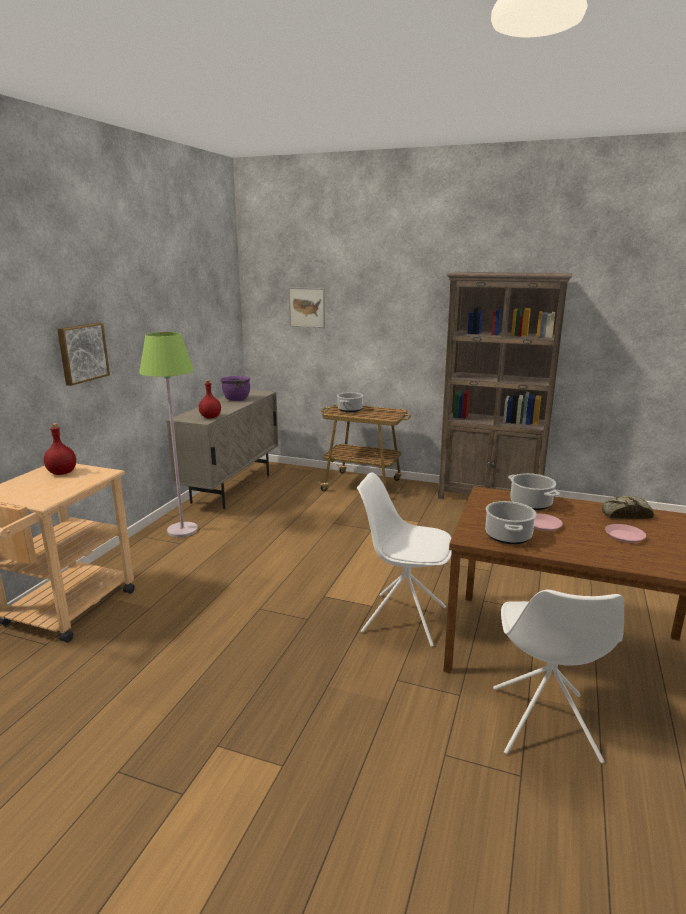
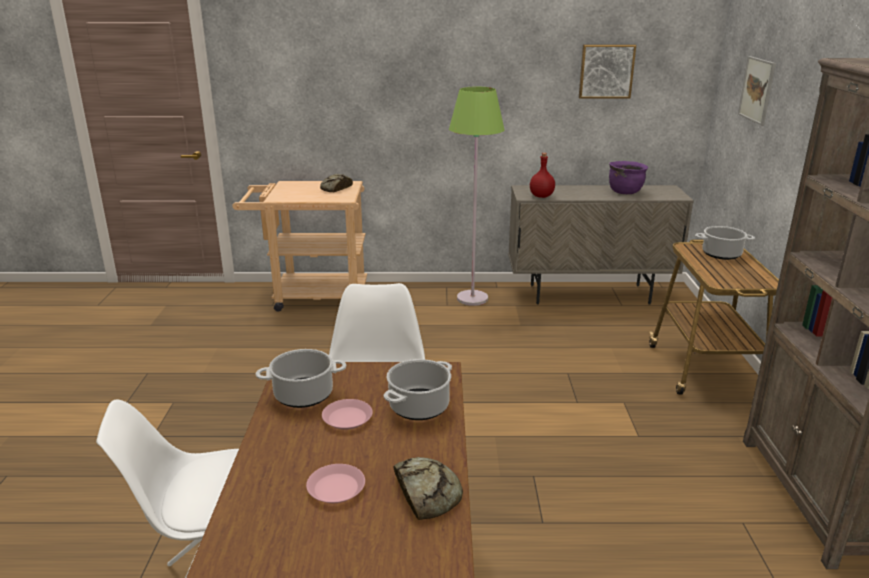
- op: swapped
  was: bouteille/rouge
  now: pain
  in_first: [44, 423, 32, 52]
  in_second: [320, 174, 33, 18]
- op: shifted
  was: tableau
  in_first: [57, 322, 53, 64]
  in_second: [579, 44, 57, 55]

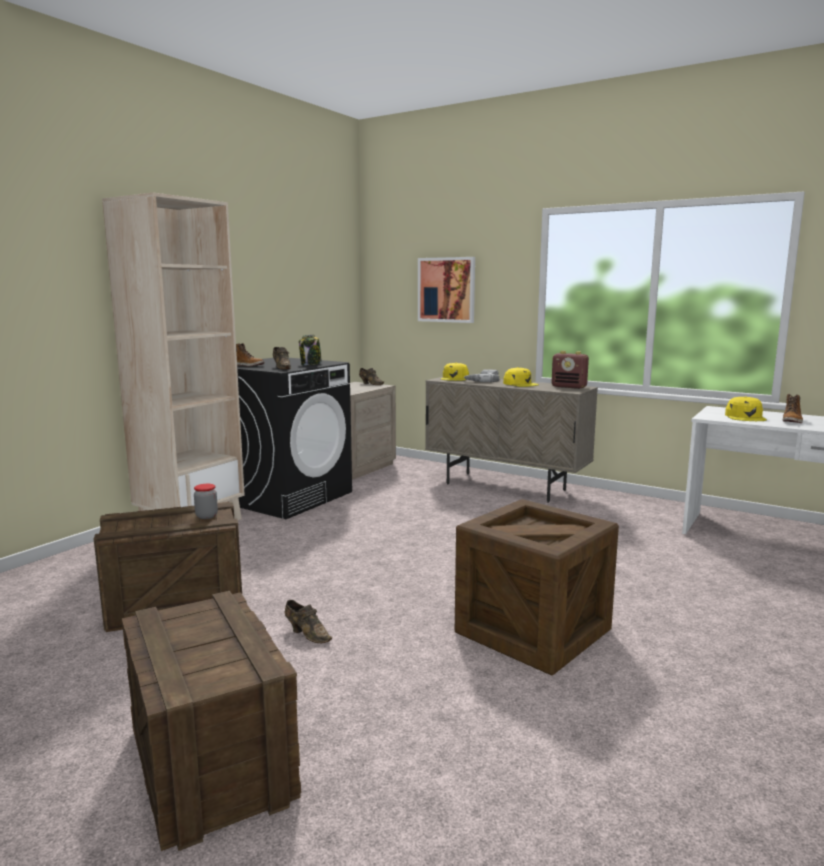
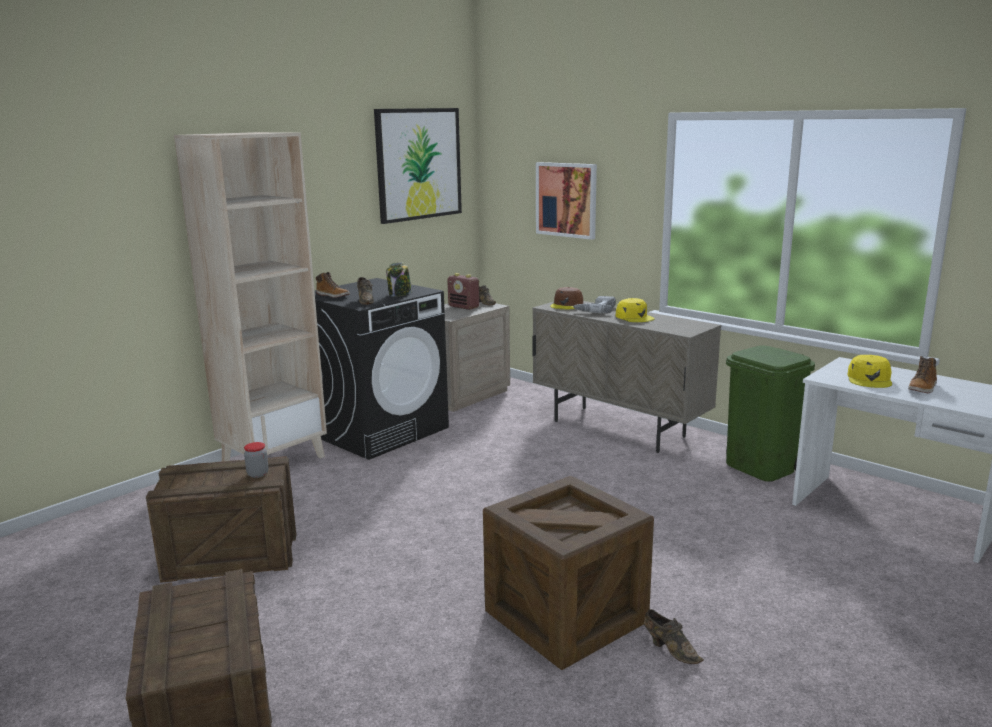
- op: new
  now: tableau
  in_second: [374, 108, 88, 116]
- op: shifted
  was: radio
  in_first: [551, 351, 38, 38]
  in_second: [447, 273, 32, 37]
- op: repainted
  was: casquette/jaune
  now: casquette/marron
  in_first: [441, 363, 28, 18]
  in_second: [550, 287, 33, 22]
- op: shifted
  was: chaussure/marron
  in_first: [284, 600, 48, 43]
  in_second: [644, 609, 60, 55]
- op: new
  now: poubelle/vert
  in_second: [726, 346, 89, 136]

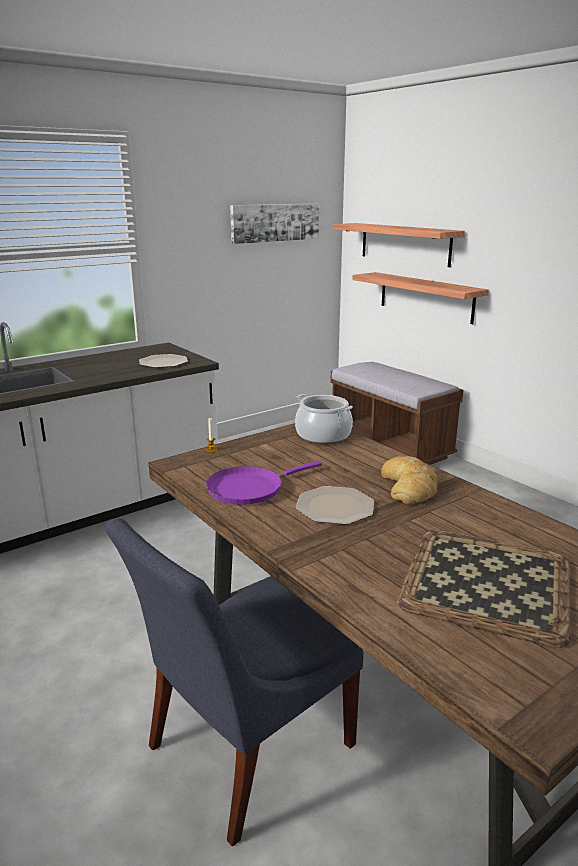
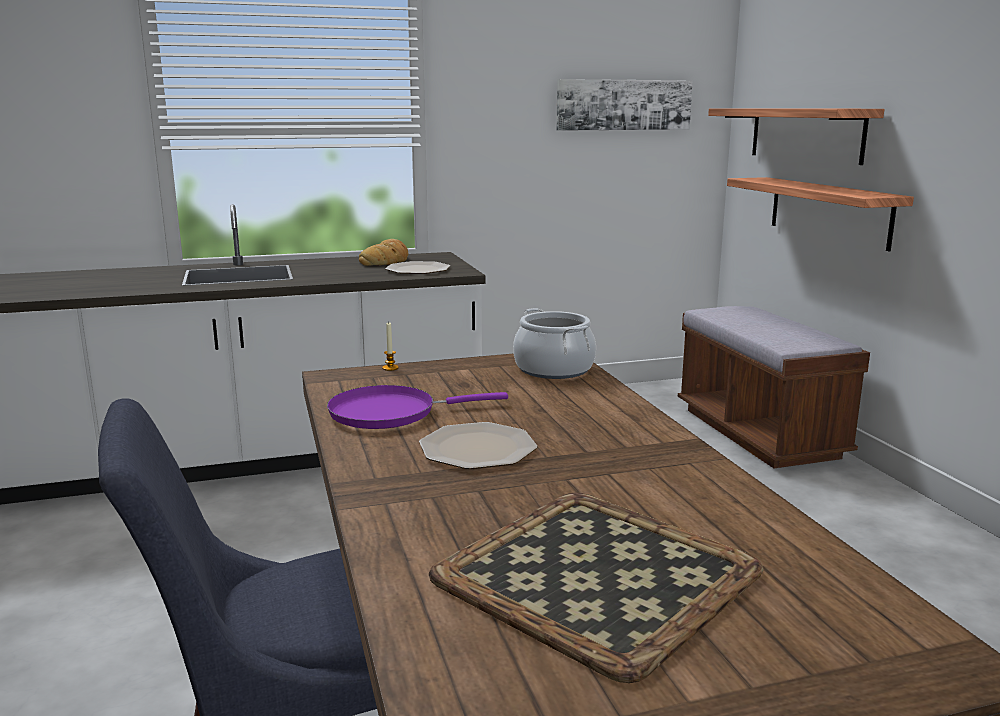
- op: shifted
  was: pain
  in_first: [381, 456, 57, 49]
  in_second: [359, 239, 49, 27]

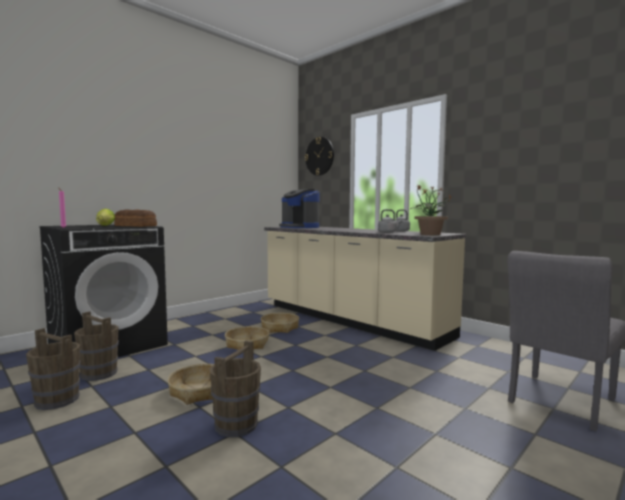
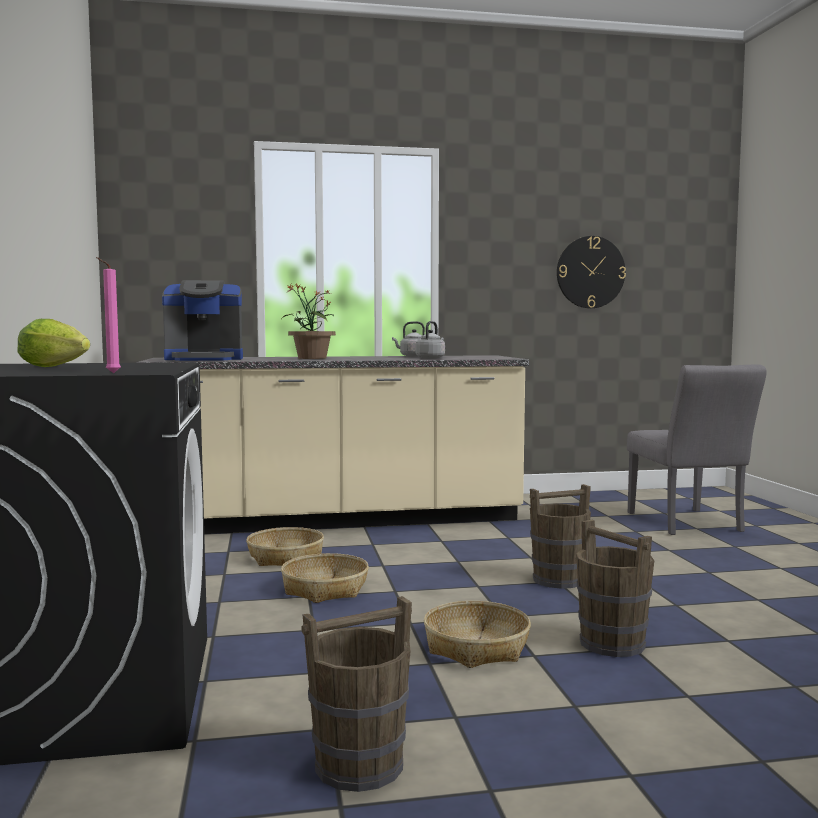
- op: shifted
  was: plante en pot
  in_first: [410, 185, 42, 50]
  in_second: [282, 283, 54, 76]
- op: shifted
  was: seau/marron
  in_first: [74, 311, 45, 70]
  in_second: [530, 484, 61, 105]
- op: shifted
  was: horloge murale
  in_first: [305, 137, 29, 39]
  in_second: [557, 236, 69, 72]
- op: gone
  was: pain
  in_first: [114, 209, 43, 18]

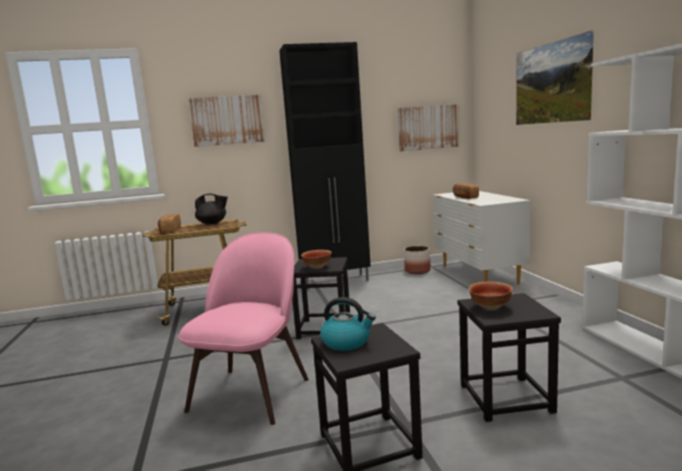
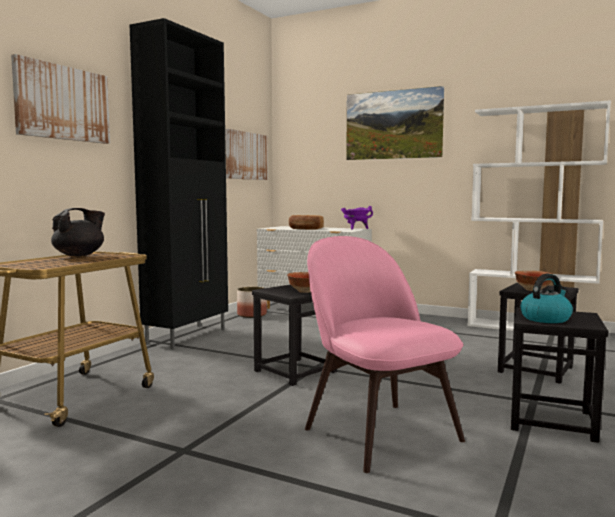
- op: new
  now: marmite/violet
  in_second: [341, 206, 32, 24]
- op: gone
  was: pain
  in_first: [158, 213, 23, 20]

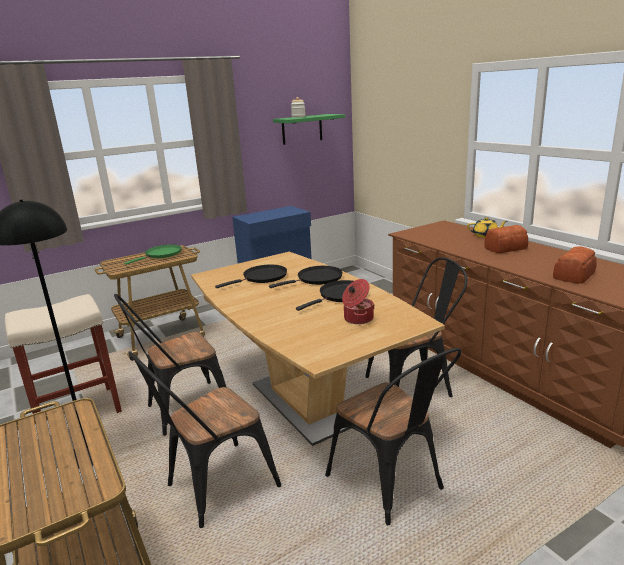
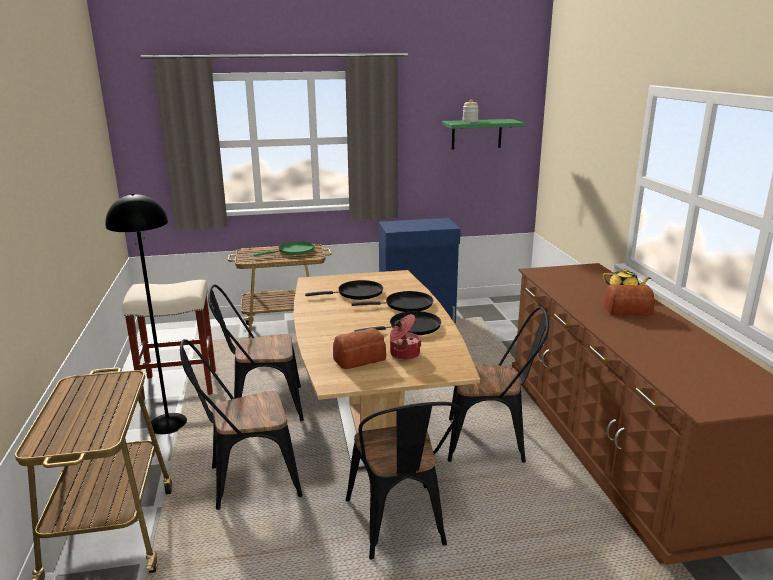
- op: shifted
  was: pain
  in_first: [553, 247, 44, 37]
  in_second: [333, 328, 53, 41]

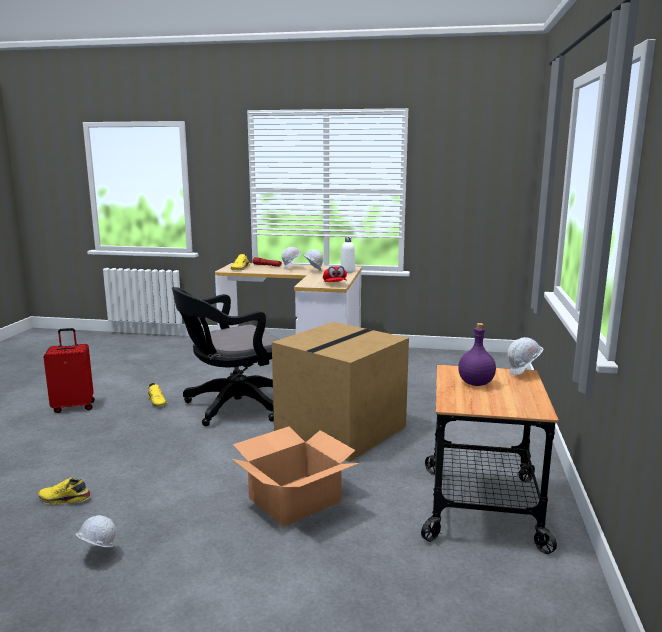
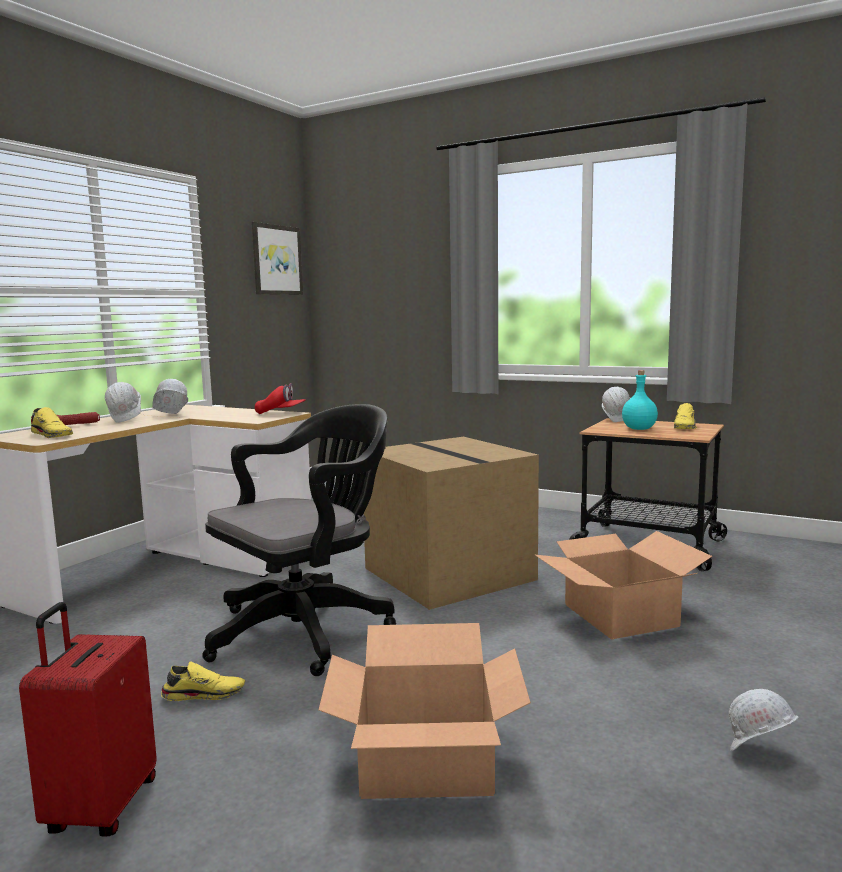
- op: rotated
  was: chaise de bureau/noir
  in_first: [172, 287, 108, 139]
  in_second: [202, 404, 194, 272]
  clockwise: -120
- op: new
  now: tableau
  in_second: [252, 222, 51, 73]
- op: new
  now: carton
  in_second: [319, 623, 212, 176]
- op: repainted
  was: bouteille/violet
  now: bouteille/turquoise
  in_first: [458, 323, 38, 63]
  in_second: [622, 370, 36, 60]
- op: shifted
  was: chaussure/jaune
  in_first: [38, 478, 53, 27]
  in_second: [674, 403, 23, 26]
- op: gone
  was: bouteille/blanc
  in_first: [341, 237, 14, 36]

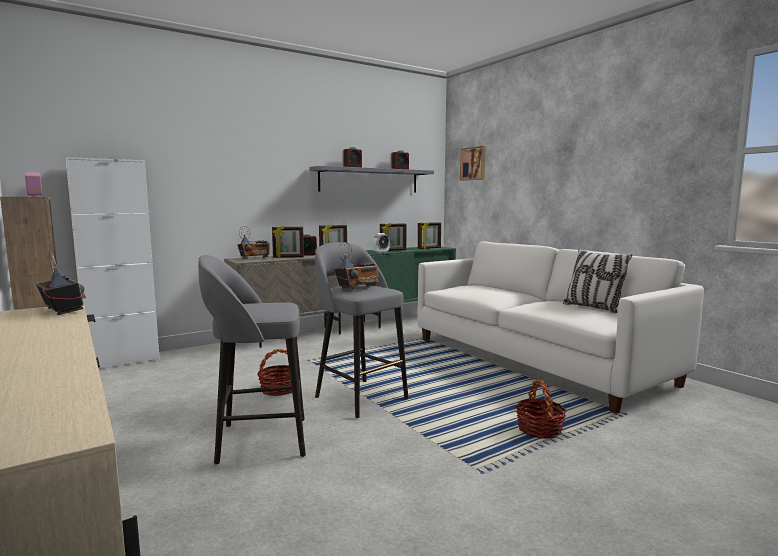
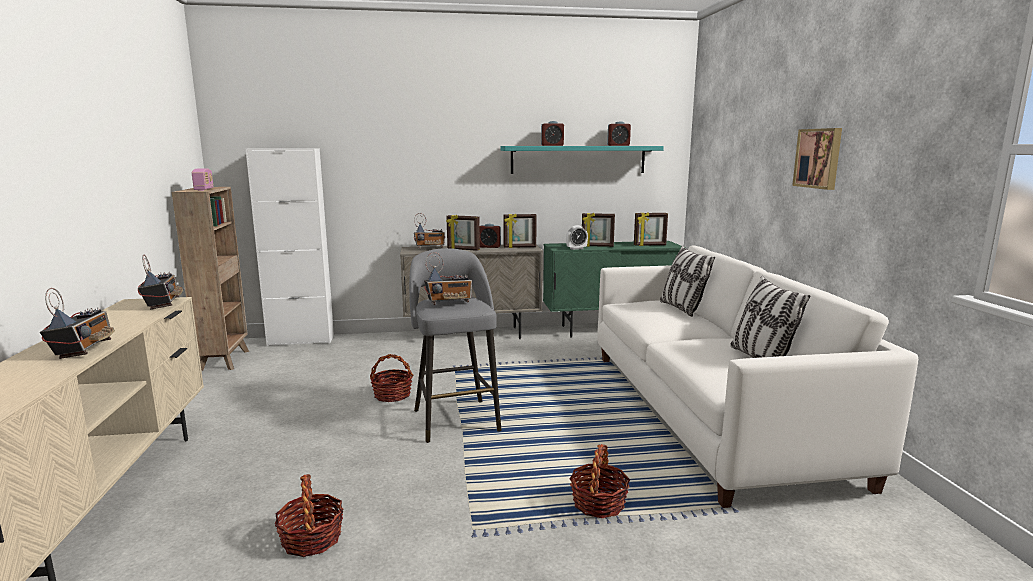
- op: new
  now: radio
  in_second: [40, 288, 75, 71]
- op: new
  now: panier
  in_second: [275, 474, 68, 83]
- op: repainted
  was: étagère/gris
  now: étagère/turquoise
  in_first: [310, 166, 124, 27]
  in_second: [500, 146, 164, 28]
- op: new
  now: coussin
  in_second: [660, 246, 55, 71]
- op: shifted
  was: tableau
  in_first: [460, 146, 26, 35]
  in_second: [792, 128, 50, 62]
- op: gone
  was: tabouret/gris
  in_first: [198, 255, 108, 210]

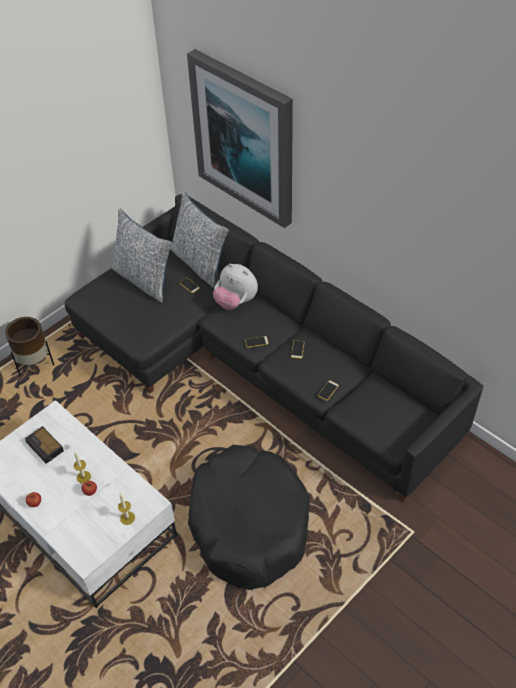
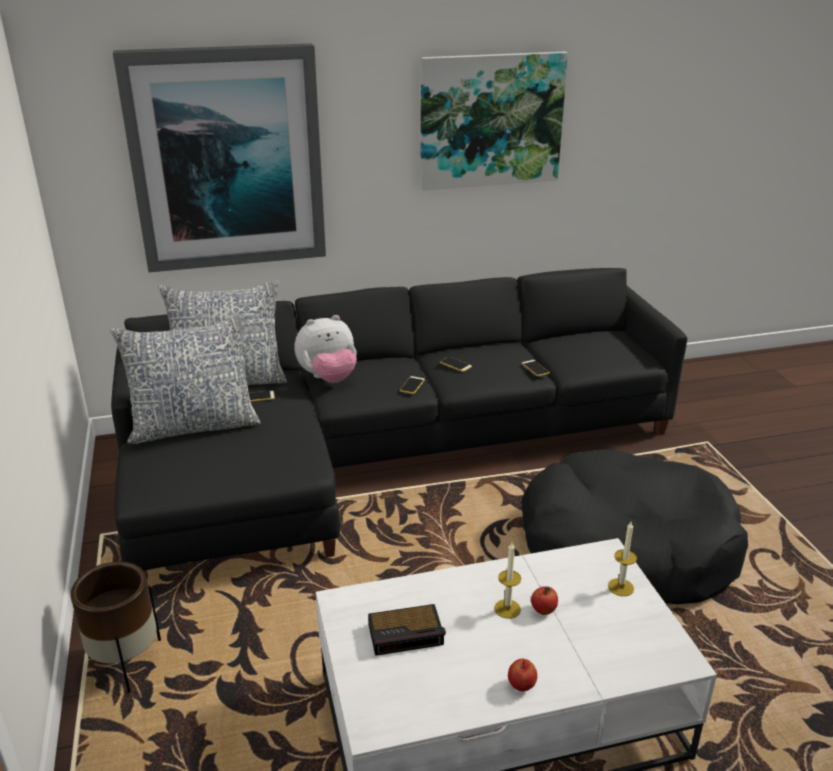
- op: new
  now: tableau
  in_second: [421, 52, 147, 138]

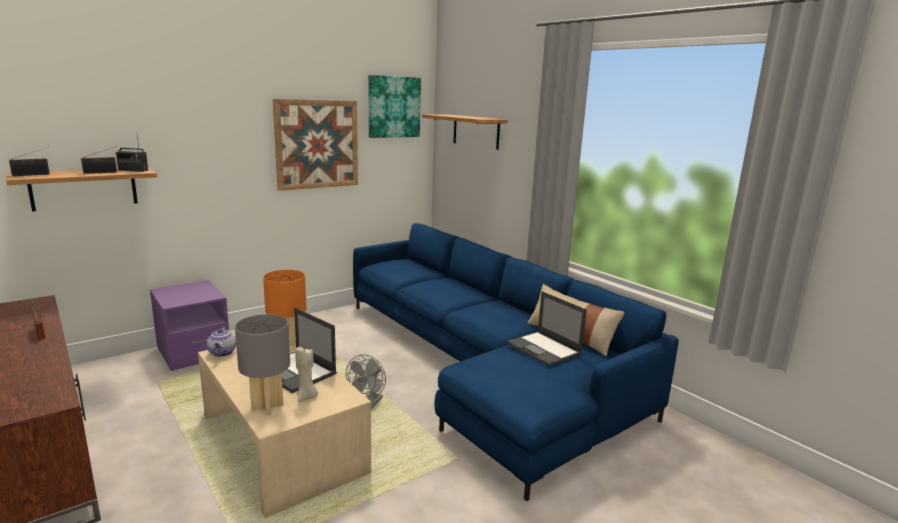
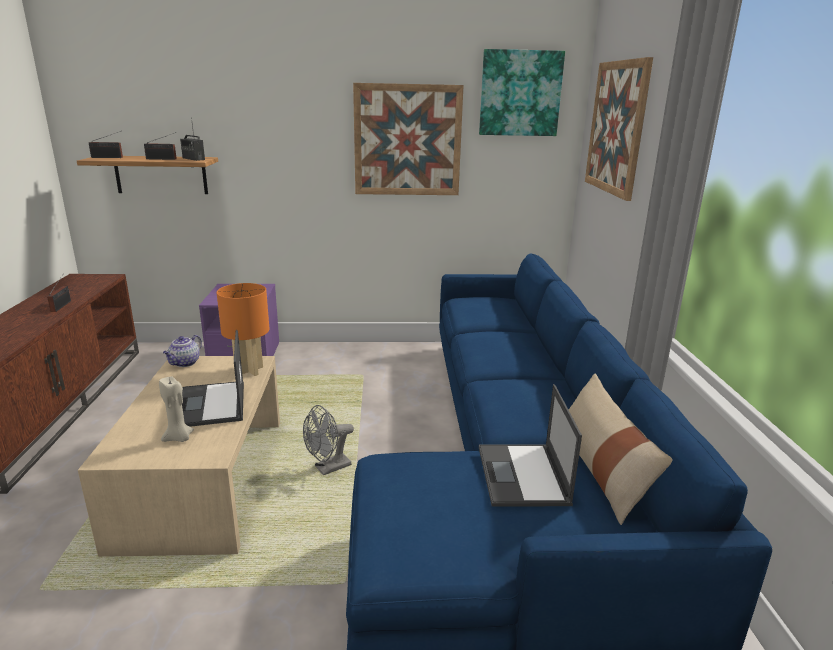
- op: swapped
  was: étagère
  now: tableau
  in_first: [422, 114, 86, 36]
  in_second: [585, 57, 68, 144]
- op: gone
  was: lampe de table/gris
  in_first: [235, 314, 55, 102]

